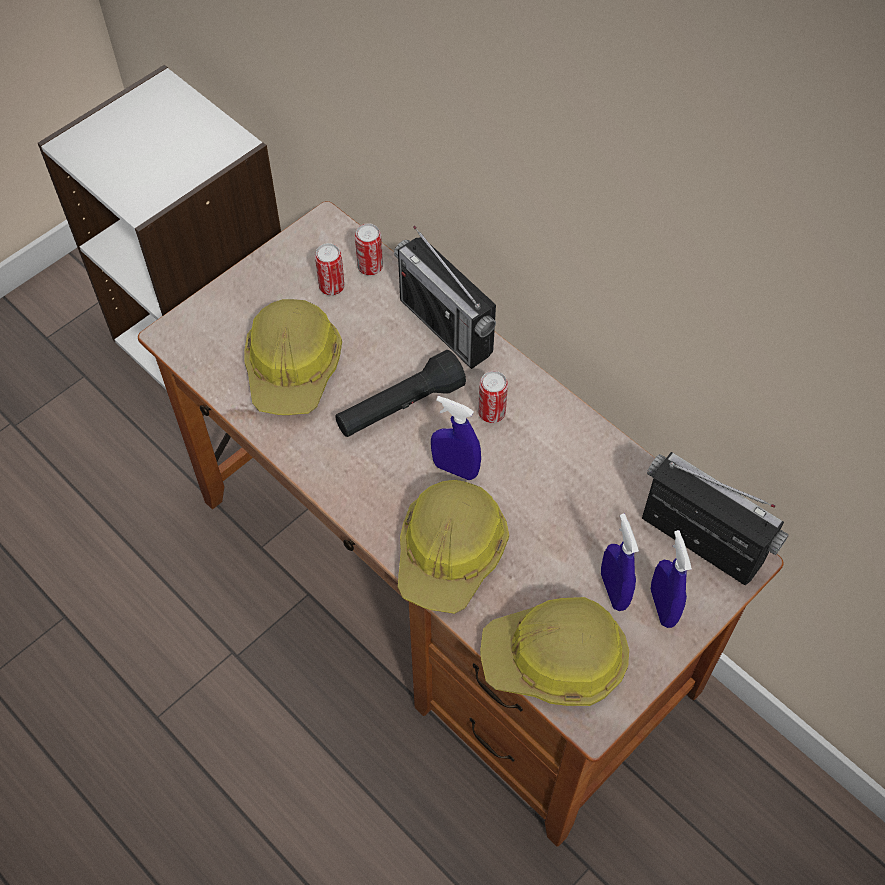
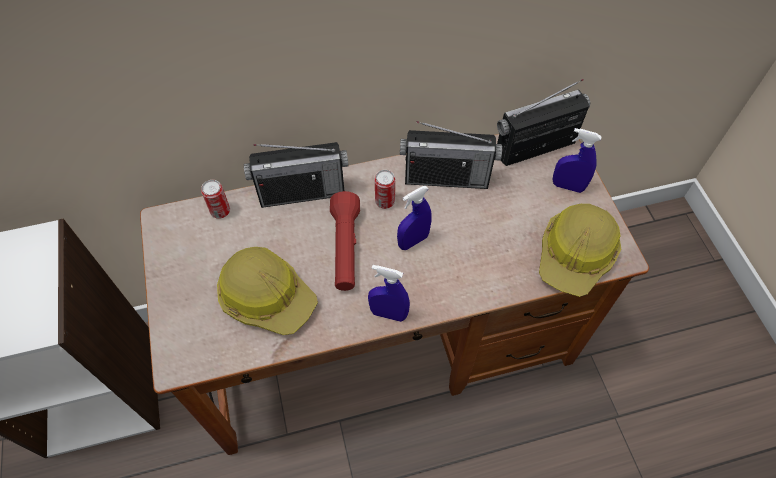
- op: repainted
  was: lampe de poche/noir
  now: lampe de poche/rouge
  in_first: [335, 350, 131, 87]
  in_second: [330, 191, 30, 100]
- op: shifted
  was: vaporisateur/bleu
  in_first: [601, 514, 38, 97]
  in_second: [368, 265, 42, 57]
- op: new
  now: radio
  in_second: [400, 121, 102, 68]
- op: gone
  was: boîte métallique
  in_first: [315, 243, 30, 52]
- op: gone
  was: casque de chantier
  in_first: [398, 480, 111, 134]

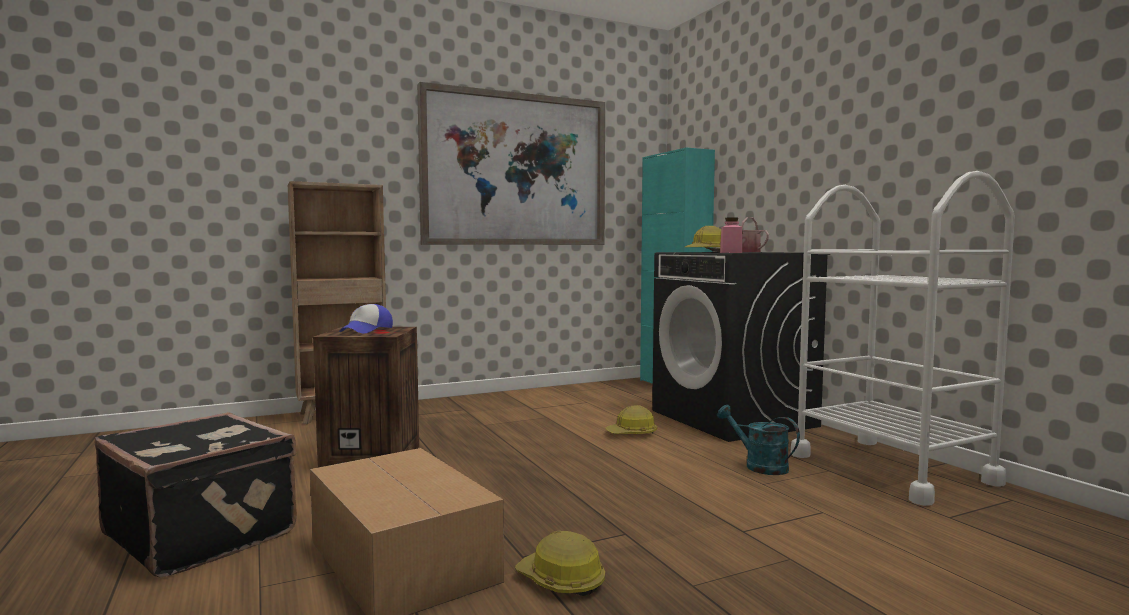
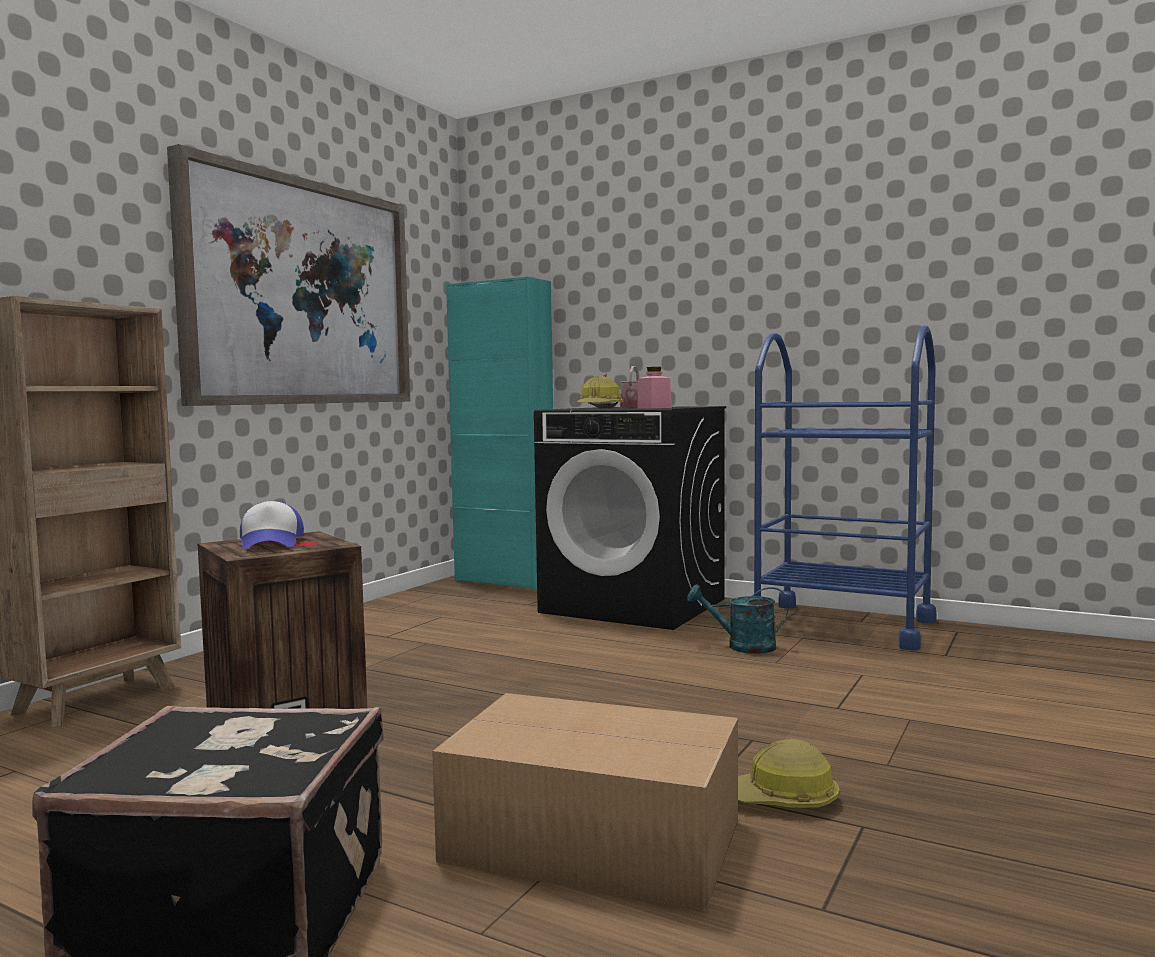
- op: repainted
  was: chariot/blanc
  now: chariot/bleu
  in_first: [791, 171, 224, 335]
  in_second: [754, 325, 183, 326]
- op: gone
  was: casque de chantier
  in_first: [605, 405, 52, 29]

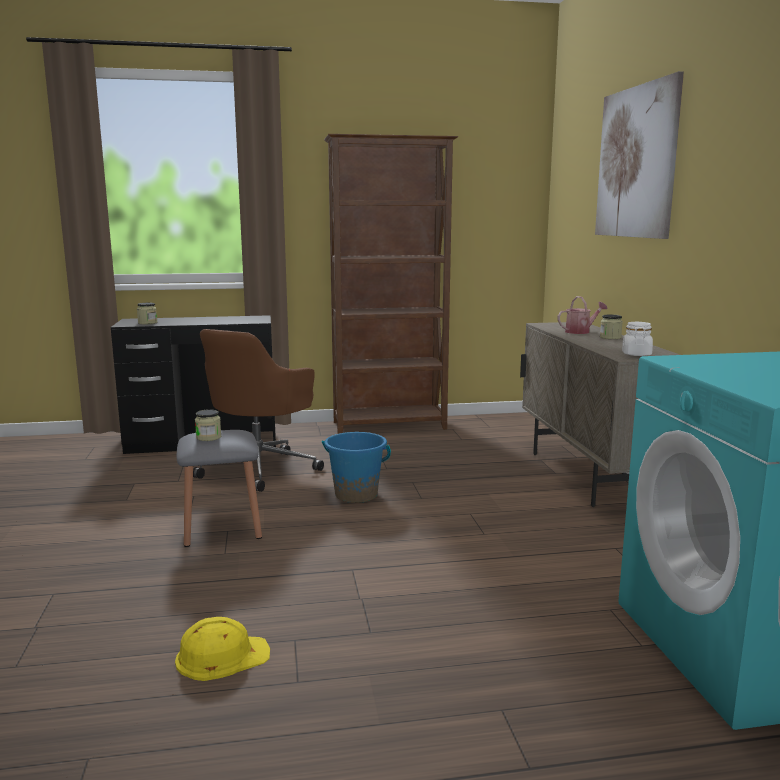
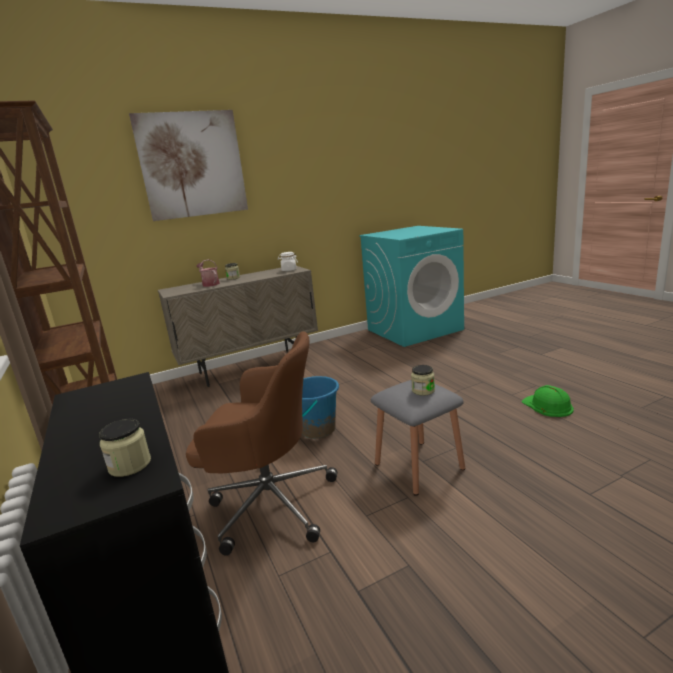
- op: repainted
  was: casque de chantier/jaune
  now: casque de chantier/vert
  in_first: [175, 617, 95, 64]
  in_second: [522, 385, 52, 32]

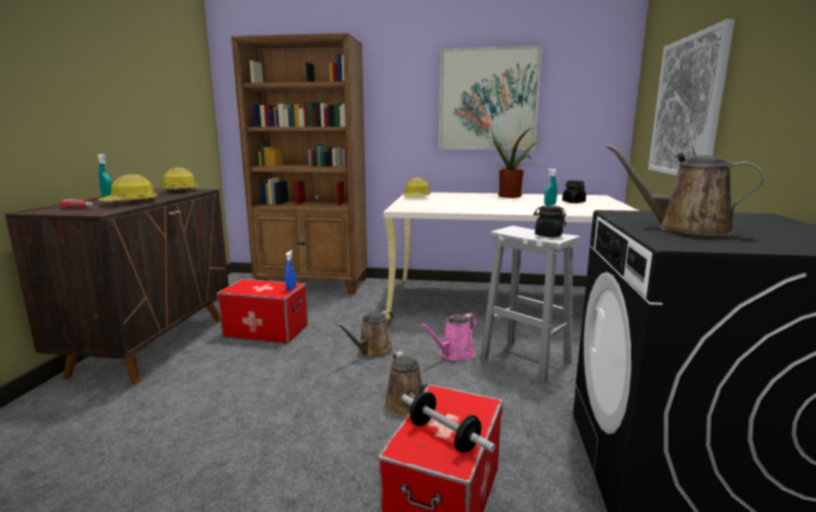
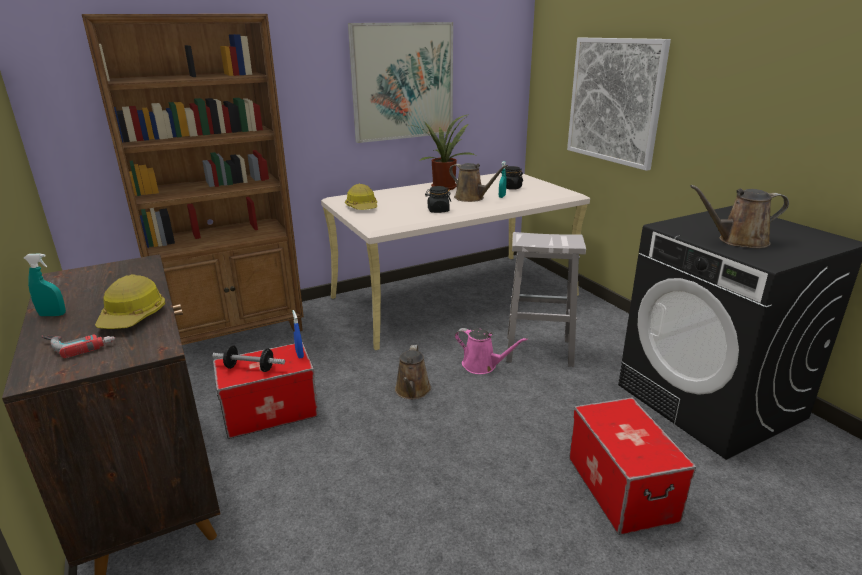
- op: shifted
  was: haltère
  in_first: [401, 392, 94, 61]
  in_second: [212, 345, 73, 27]
- op: shifted
  was: bocal/noir
  in_first: [533, 206, 33, 31]
  in_second: [425, 186, 26, 27]
- op: shifted
  was: arrosoir/marron
  in_first: [385, 351, 43, 64]
  in_second: [449, 163, 59, 39]
- op: rotated
  was: arrosoir/rose
  in_first: [420, 313, 58, 48]
  in_second: [455, 328, 73, 46]
  clockwise: -75
- op: gone
  was: casque de chantier
  in_first: [161, 167, 37, 26]

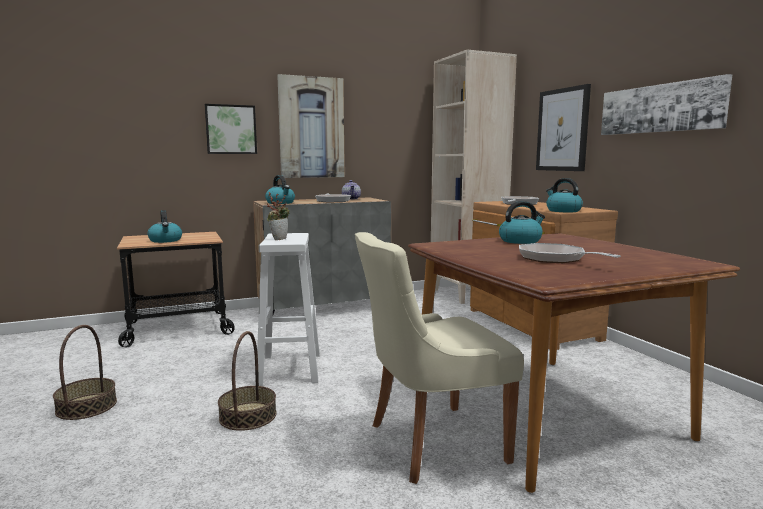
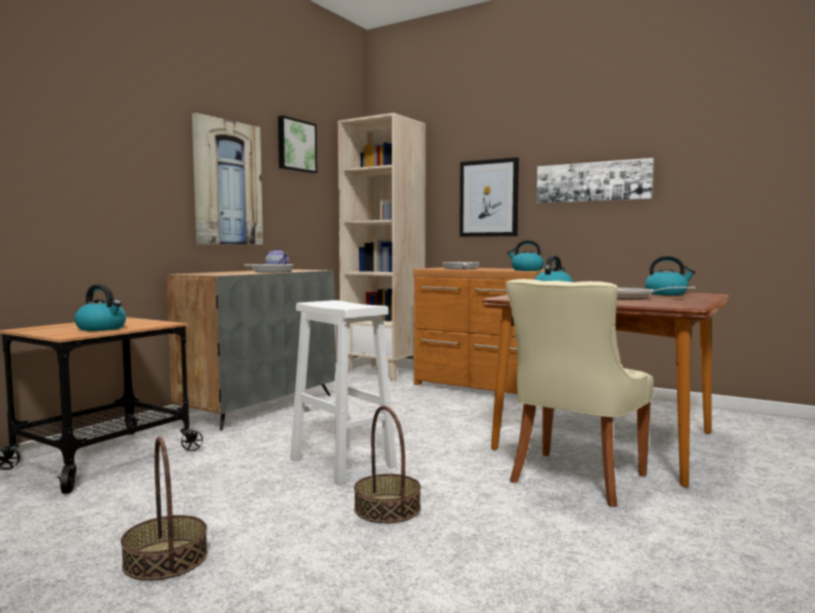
- op: shifted
  was: tableau
  in_first: [205, 104, 52, 50]
  in_second: [278, 115, 39, 58]
- op: shifted
  was: bouilloire
  in_first: [265, 175, 30, 29]
  in_second: [645, 256, 50, 39]
- op: gone
  was: plante en pot
  in_first: [267, 192, 22, 48]

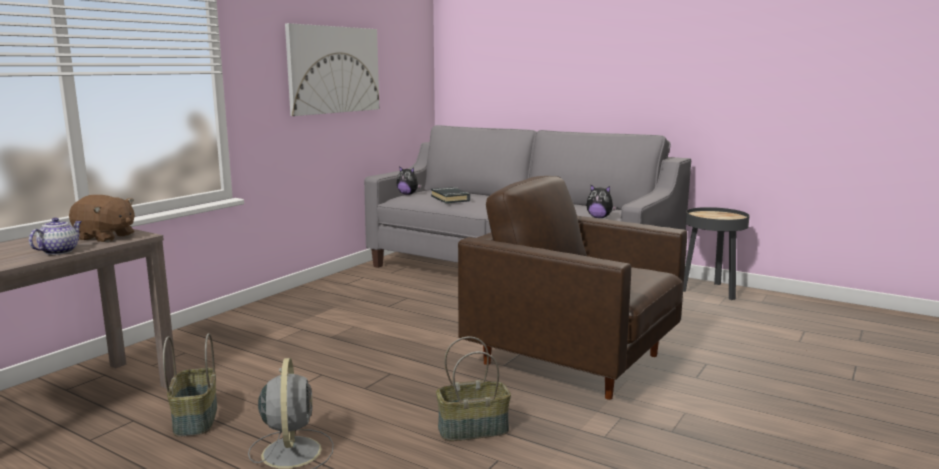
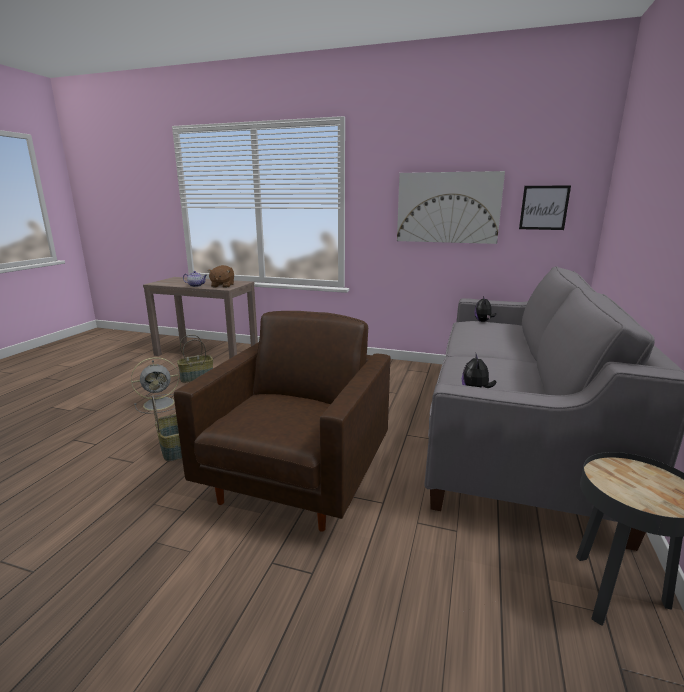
- op: new
  now: tableau
  in_second: [519, 186, 52, 44]
- op: gone
  was: livre/noir
  in_first: [431, 187, 39, 16]

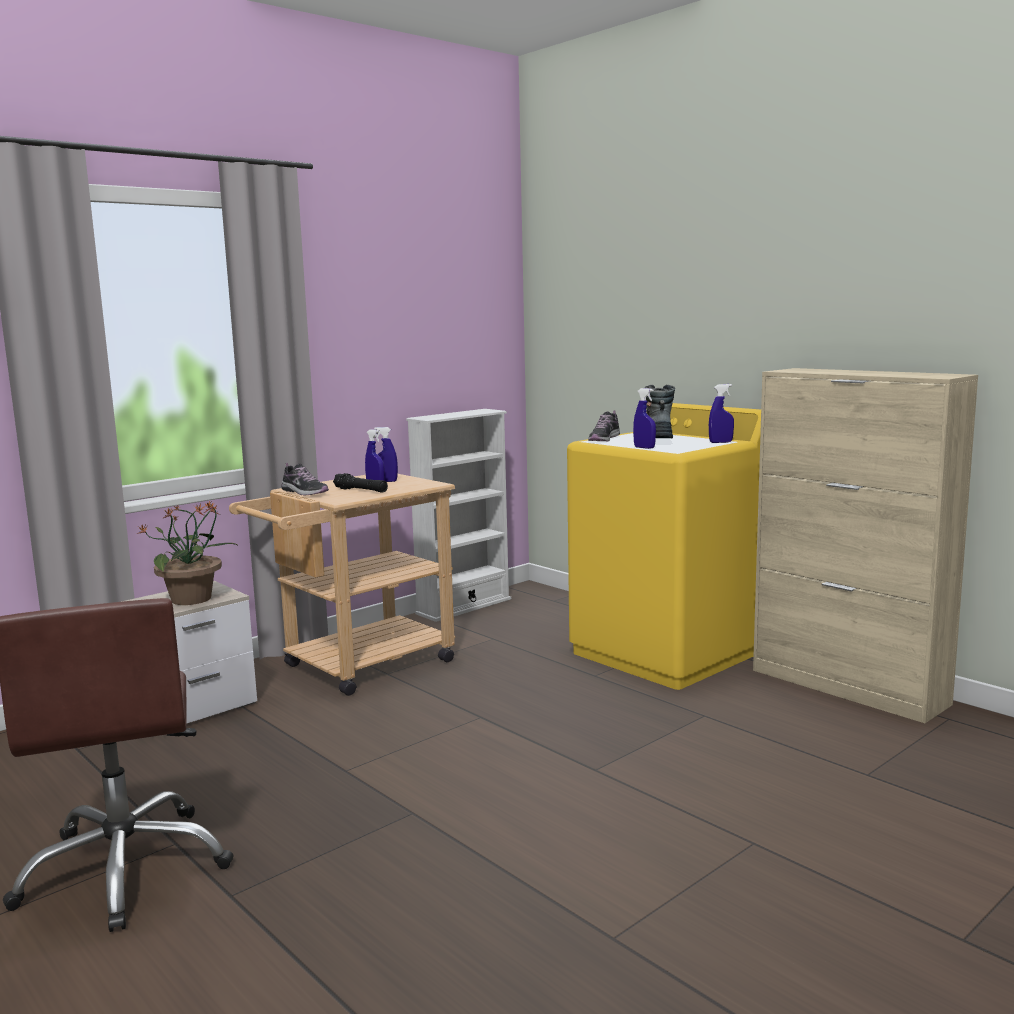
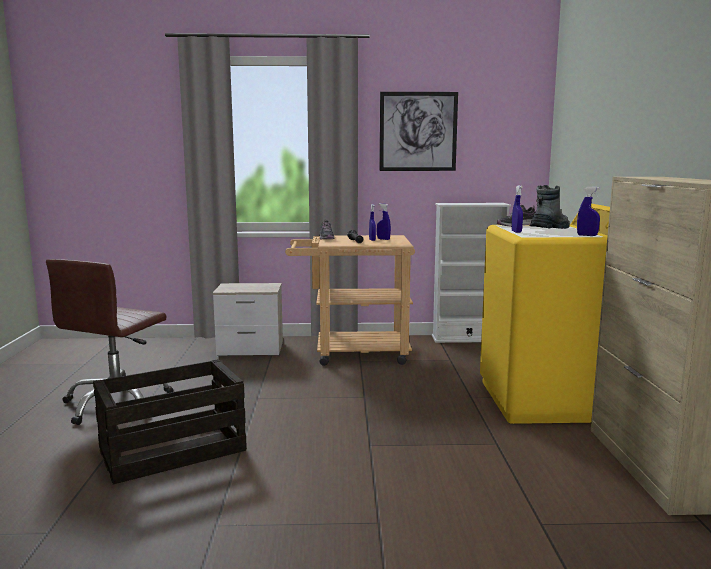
- op: new
  now: caisse
  in_second: [93, 359, 154, 125]
- op: new
  now: tableau
  in_second: [379, 92, 79, 79]
- op: gone
  was: plante en pot
  in_first: [137, 500, 102, 105]

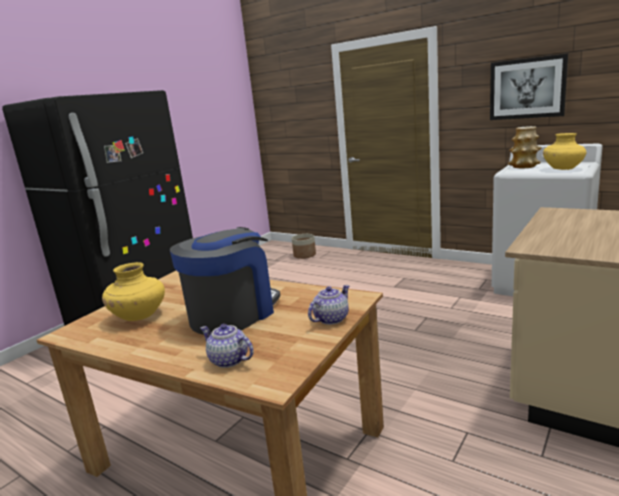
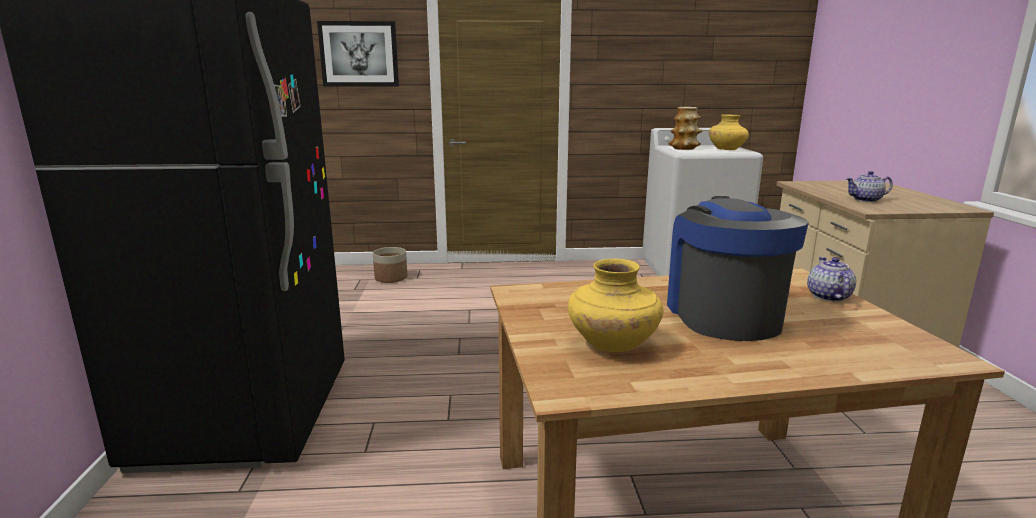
- op: shifted
  was: tableau
  in_first: [490, 54, 78, 66]
  in_second: [317, 21, 82, 65]
- op: shifted
  was: théière
  in_first: [200, 324, 54, 44]
  in_second: [846, 171, 47, 31]

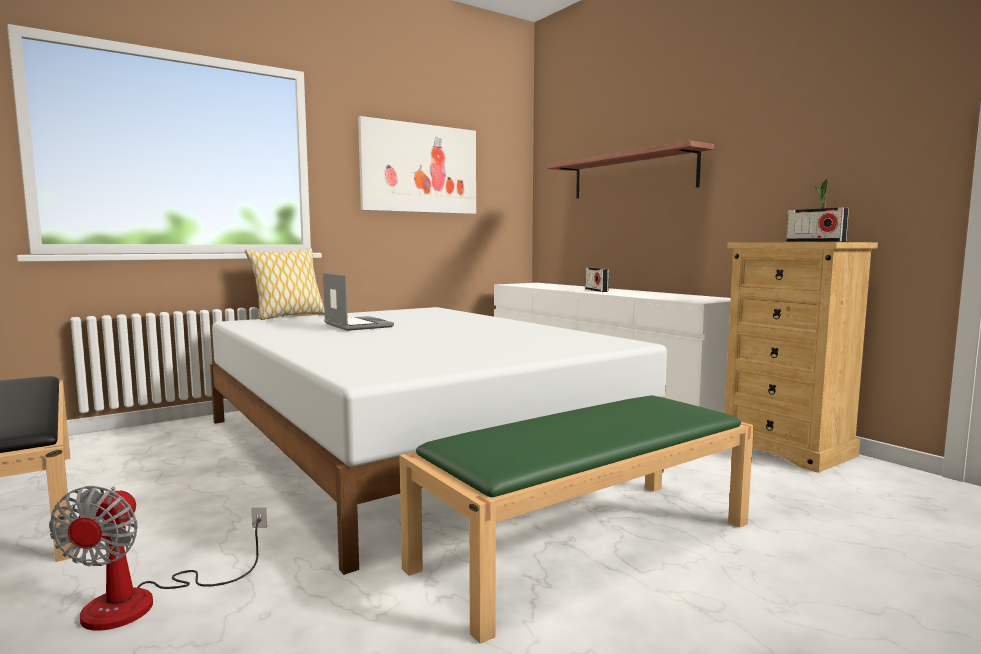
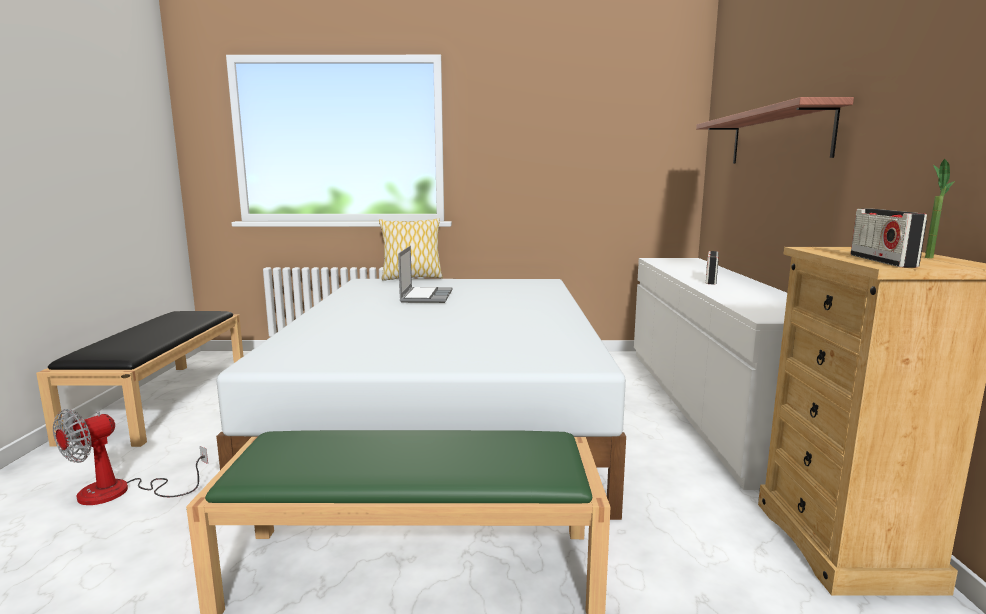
- op: gone
  was: tableau
  in_first: [358, 116, 118, 98]

